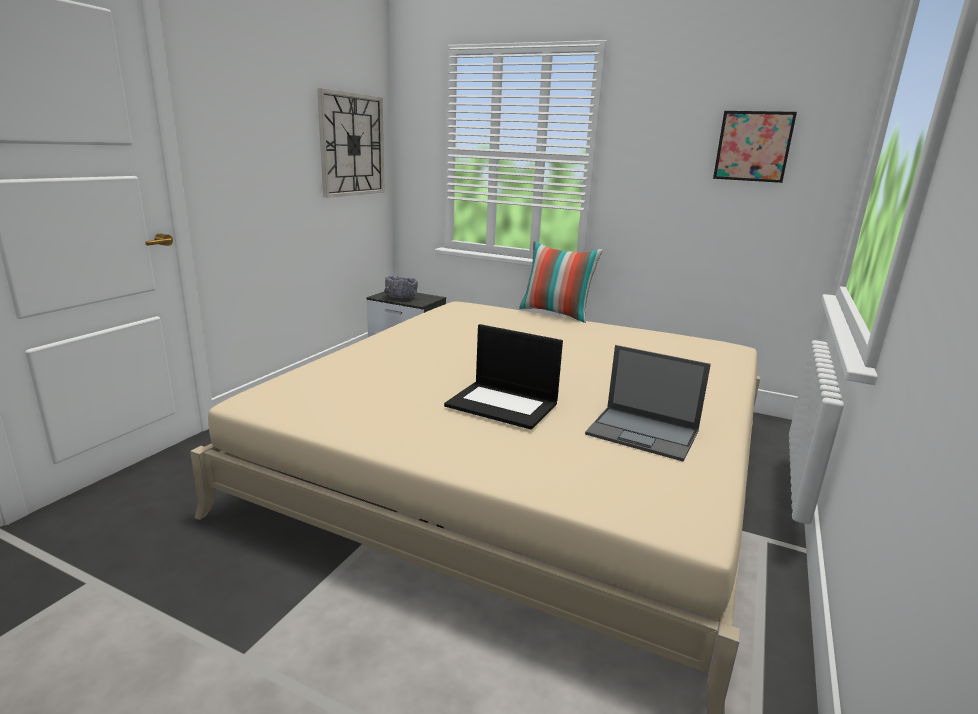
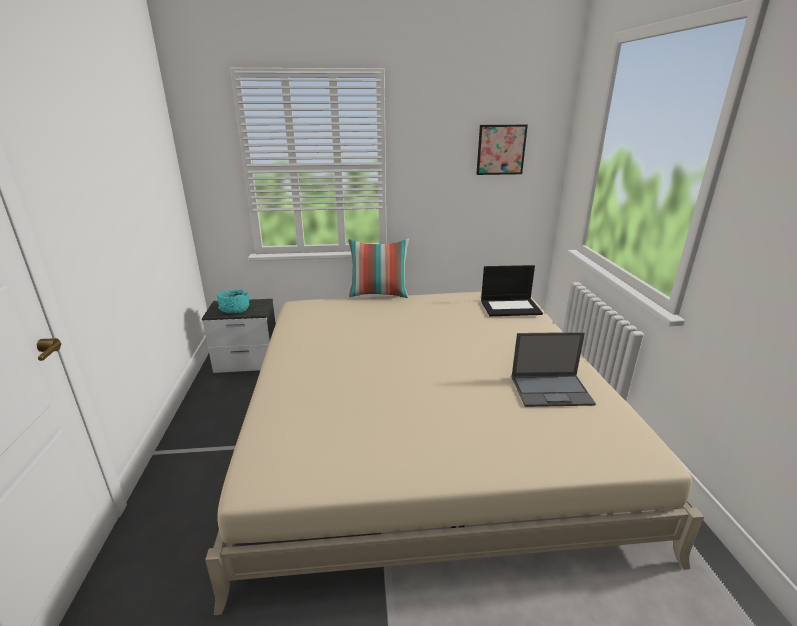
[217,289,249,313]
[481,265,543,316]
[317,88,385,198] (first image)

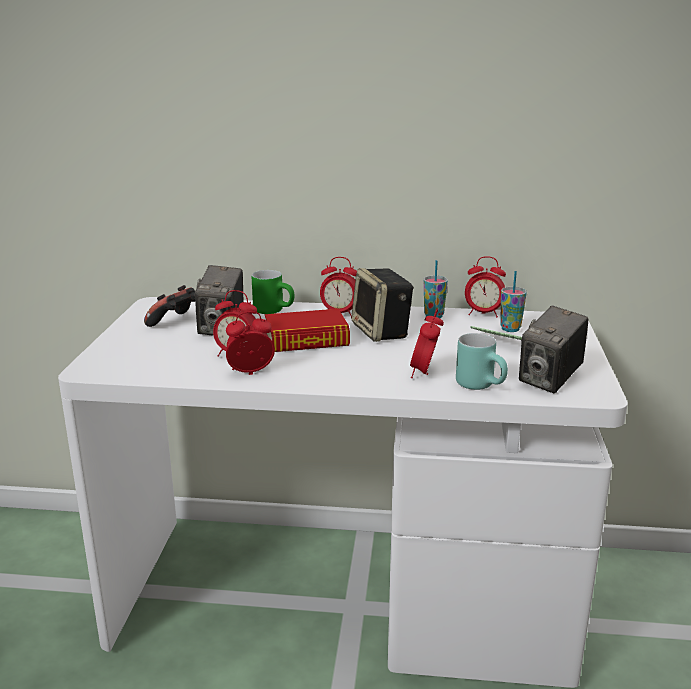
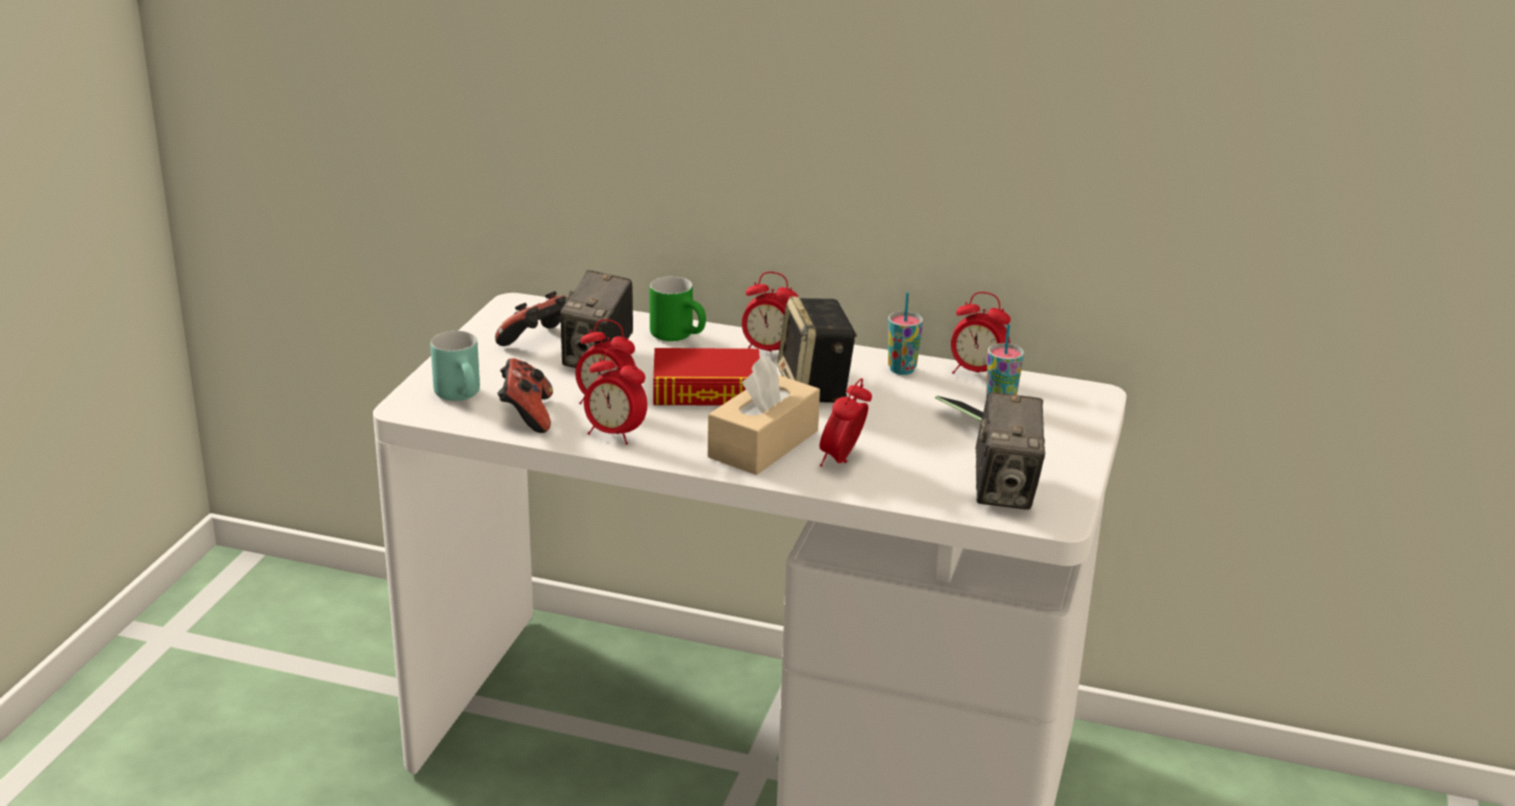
[430,331,480,401]
[497,358,553,433]
[584,348,647,445]
[707,355,820,475]
[976,392,1045,510]

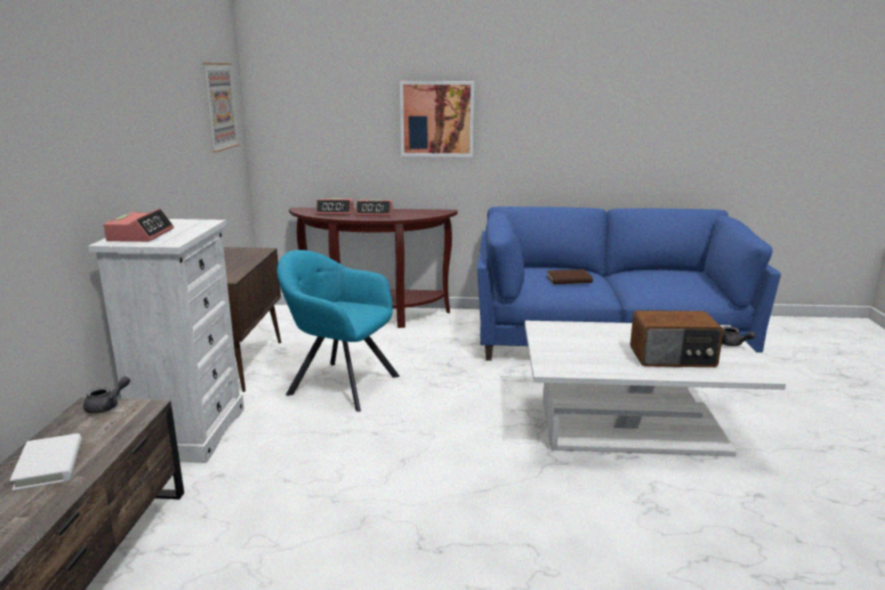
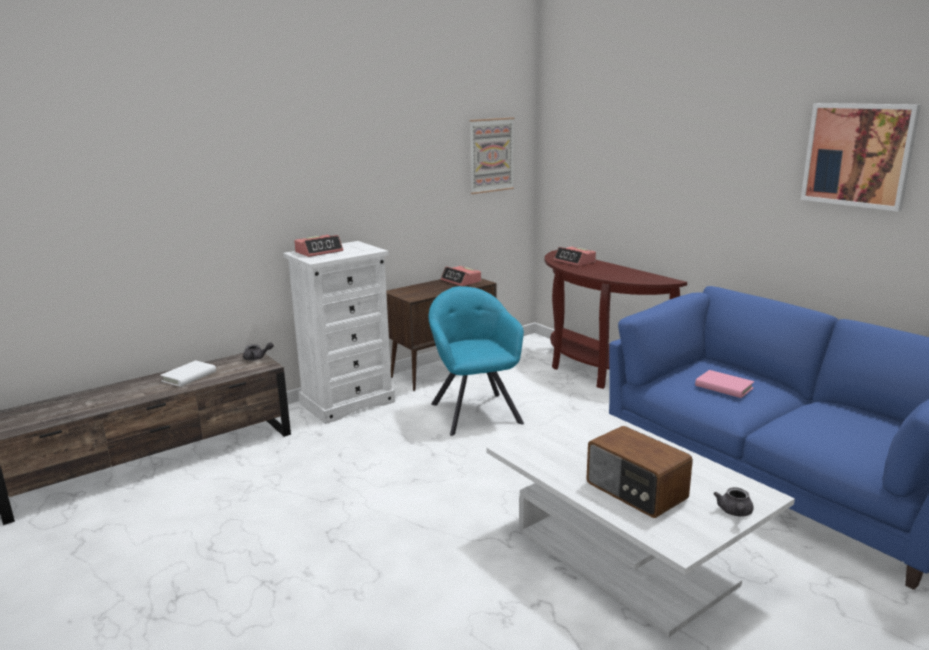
[441,266,481,286]
[695,370,754,398]
[801,103,921,212]

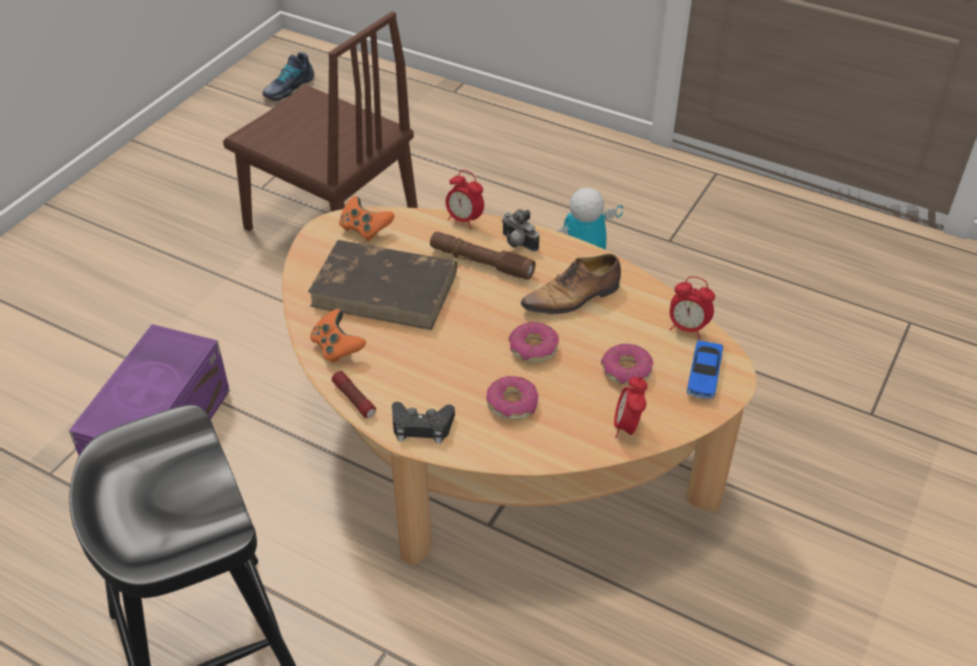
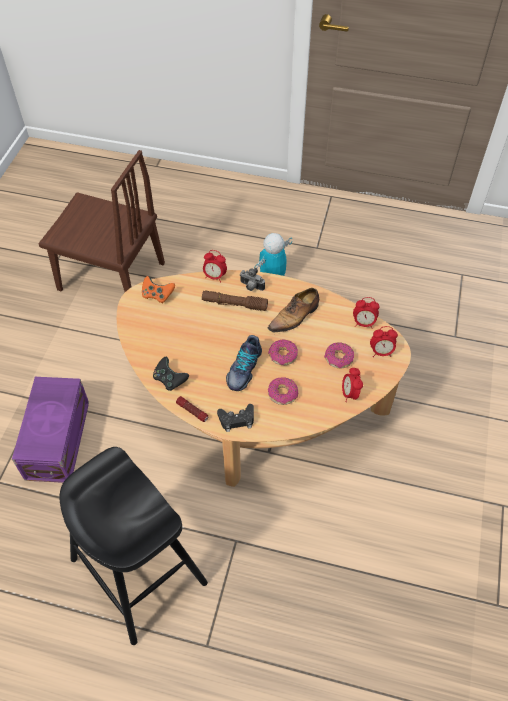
[153,357,189,391]
[226,335,262,391]
[370,326,398,357]
[308,240,457,330] (first image)

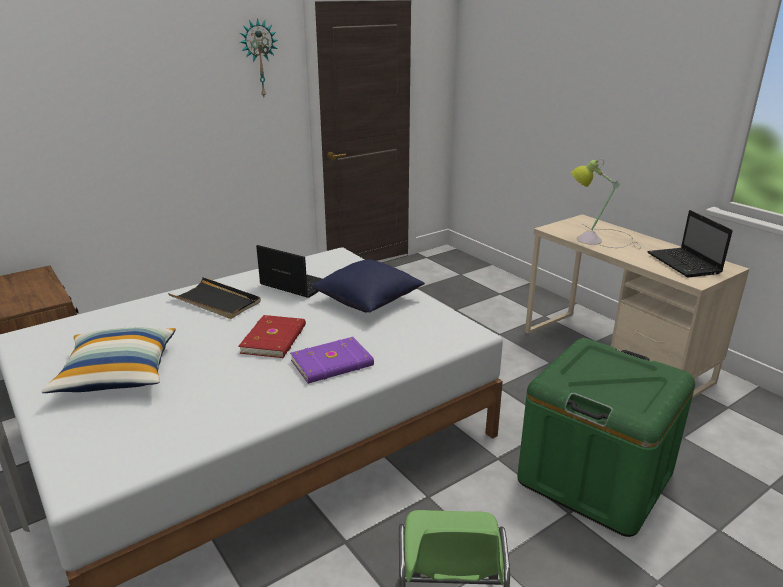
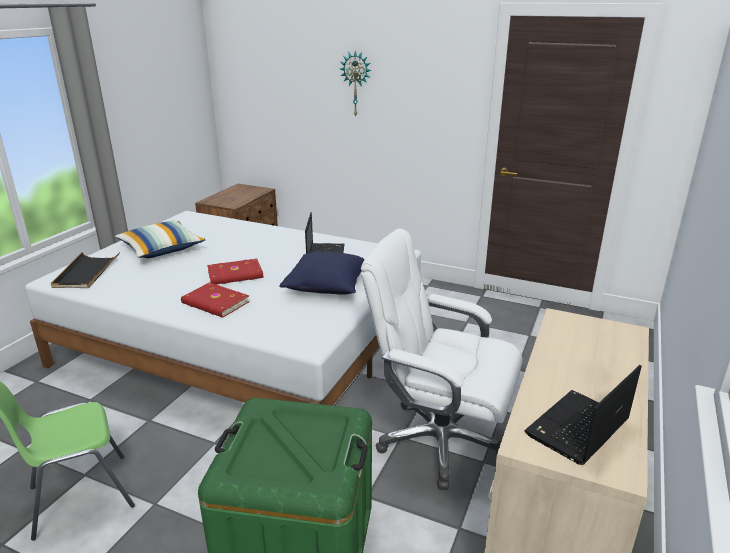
[51,252,120,288]
[181,282,250,318]
[340,50,372,118]
[361,229,523,490]
[571,159,641,249] (first image)

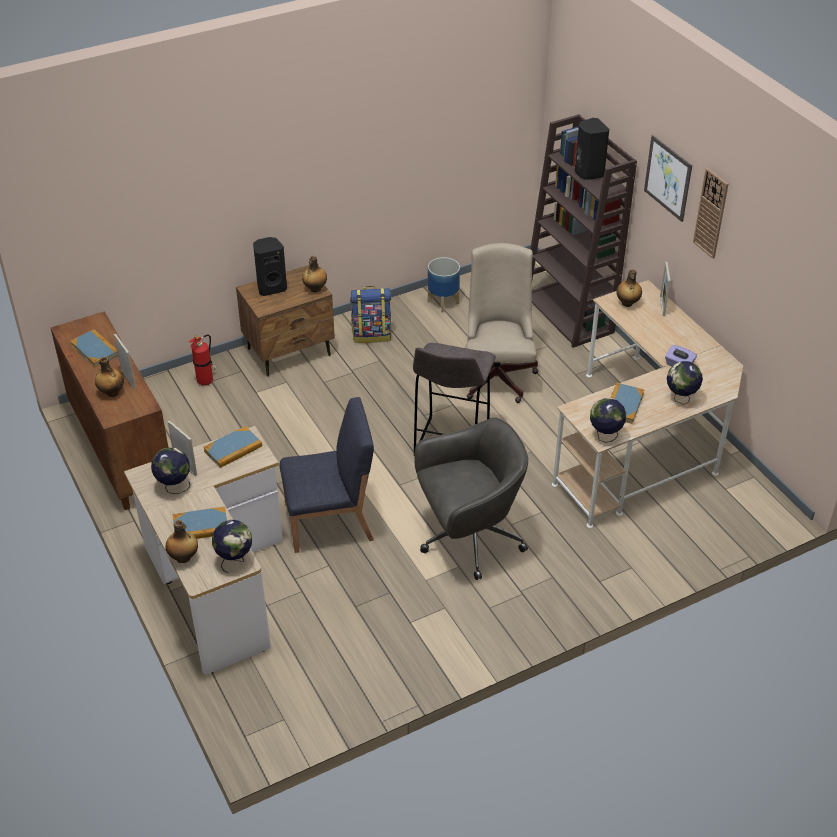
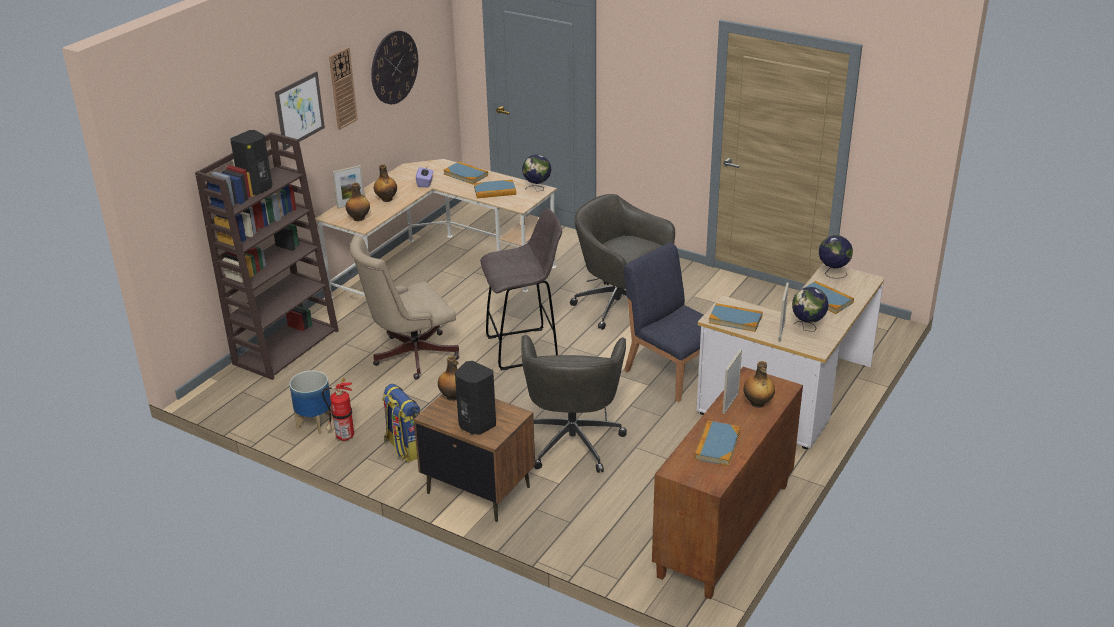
[322,378,354,441]
[371,31,418,104]
[374,164,397,202]
[443,162,488,184]
[521,335,627,473]

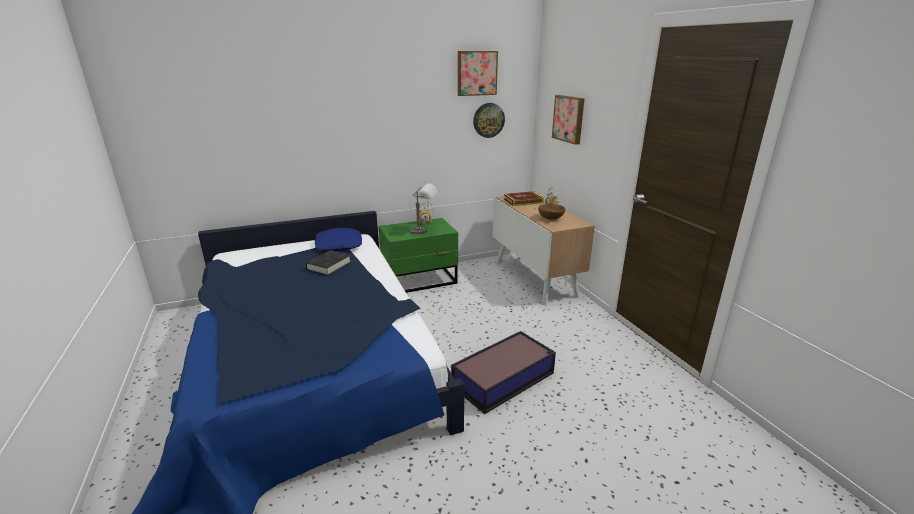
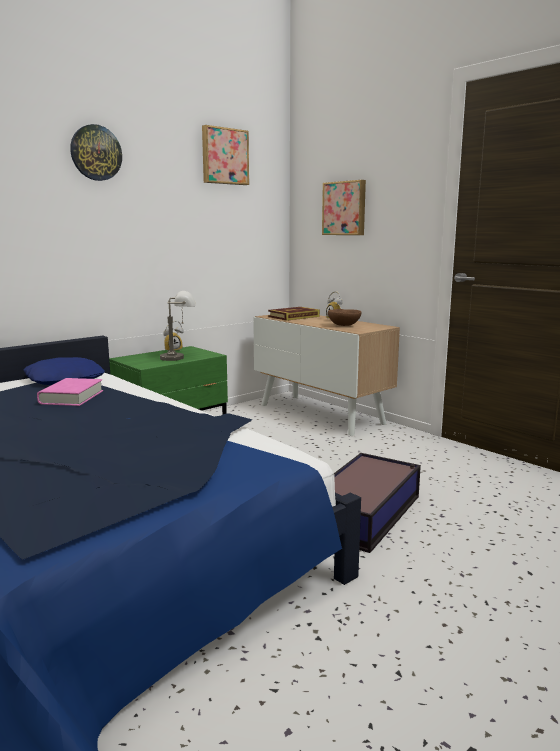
[37,378,103,406]
[70,124,122,181]

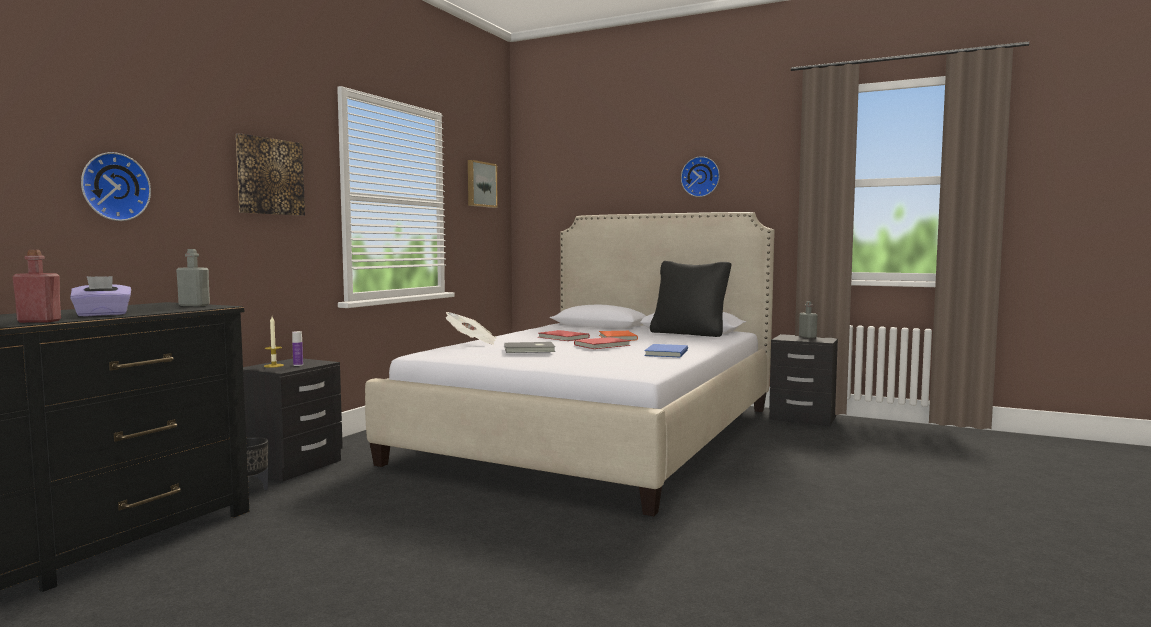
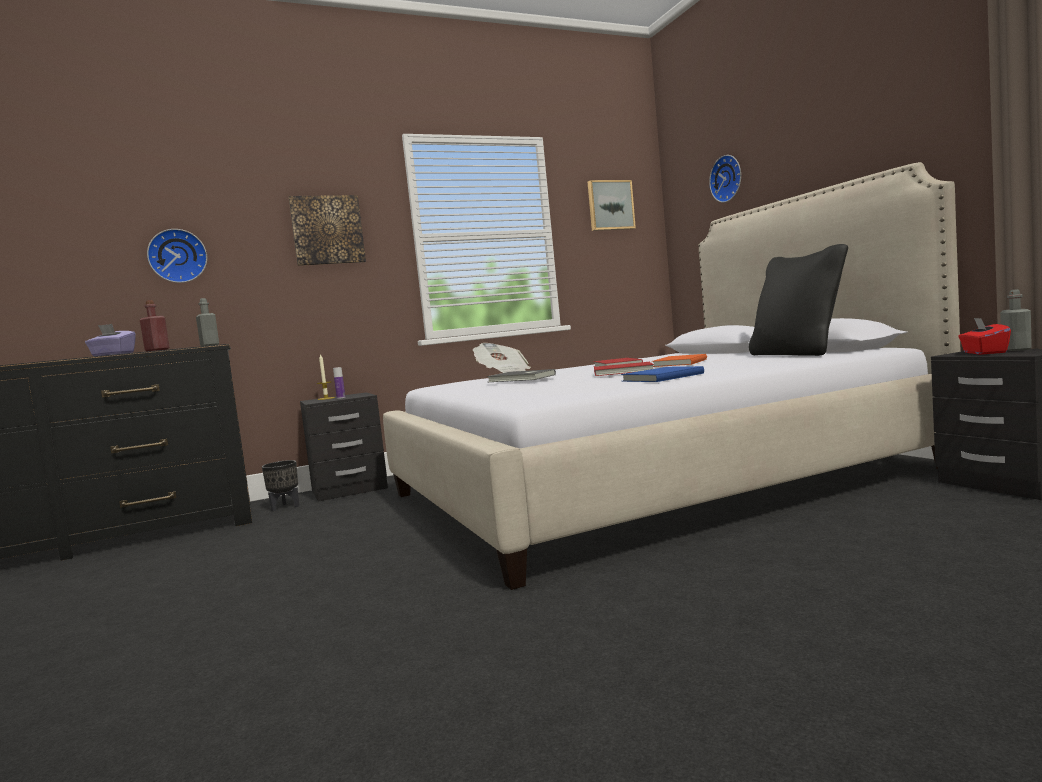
[140,300,170,351]
[709,155,741,203]
[958,318,1011,355]

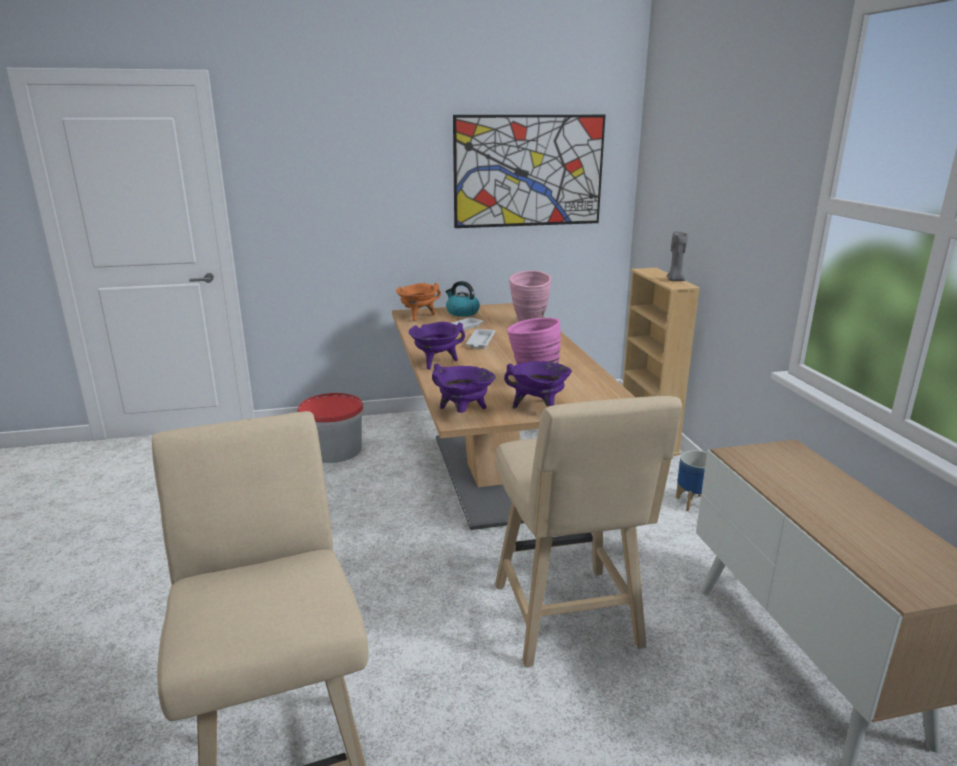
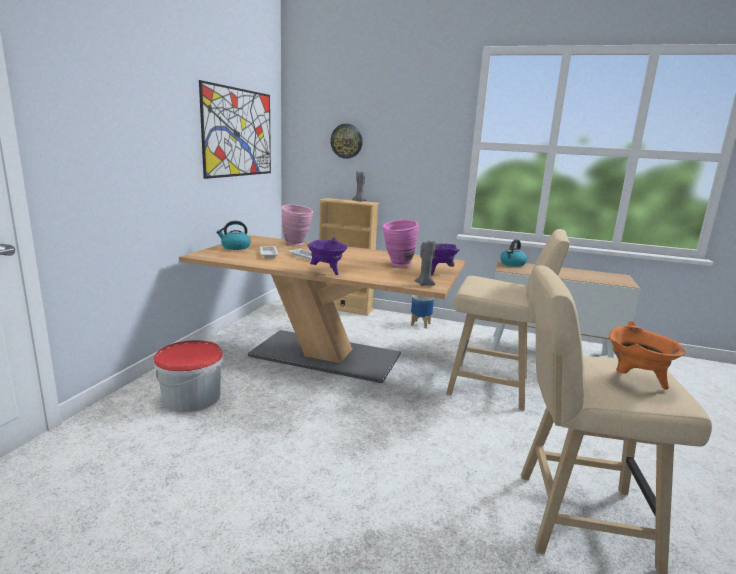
[330,124,363,159]
[415,240,435,286]
[500,240,527,267]
[609,321,686,389]

